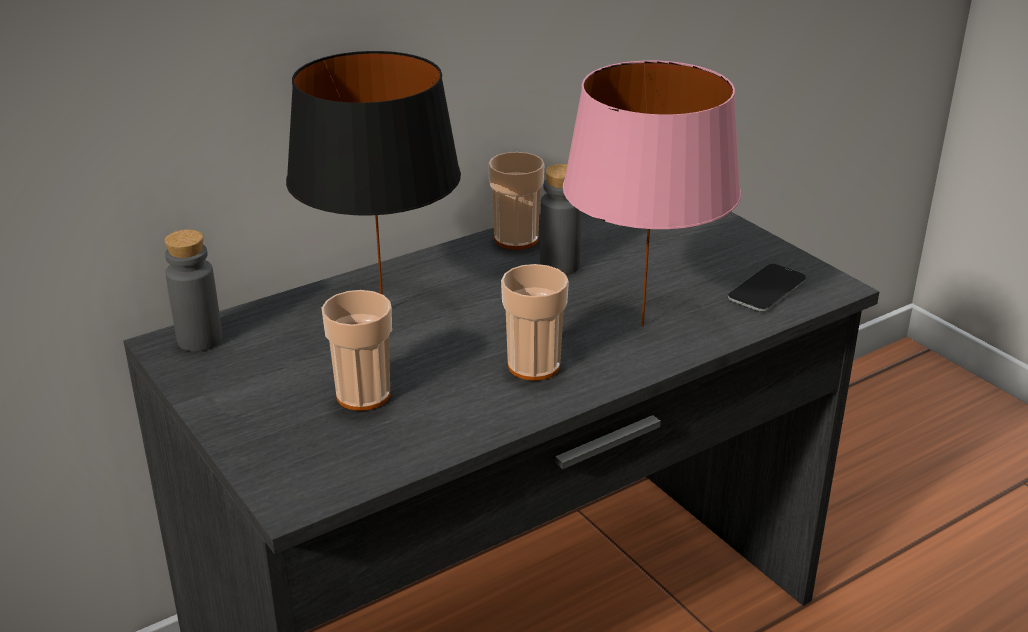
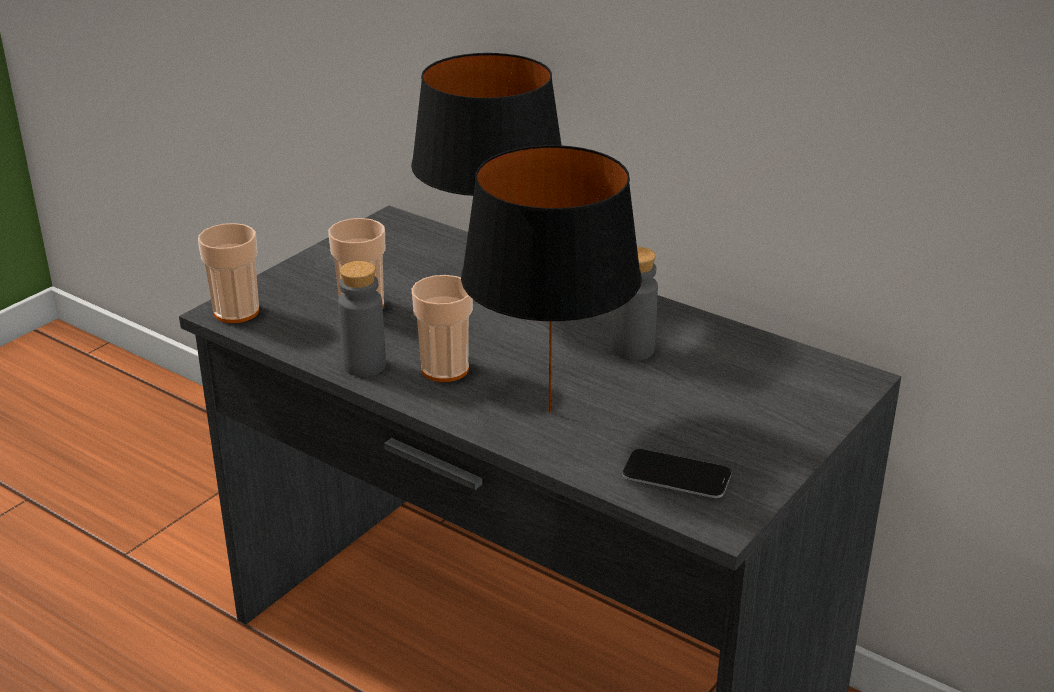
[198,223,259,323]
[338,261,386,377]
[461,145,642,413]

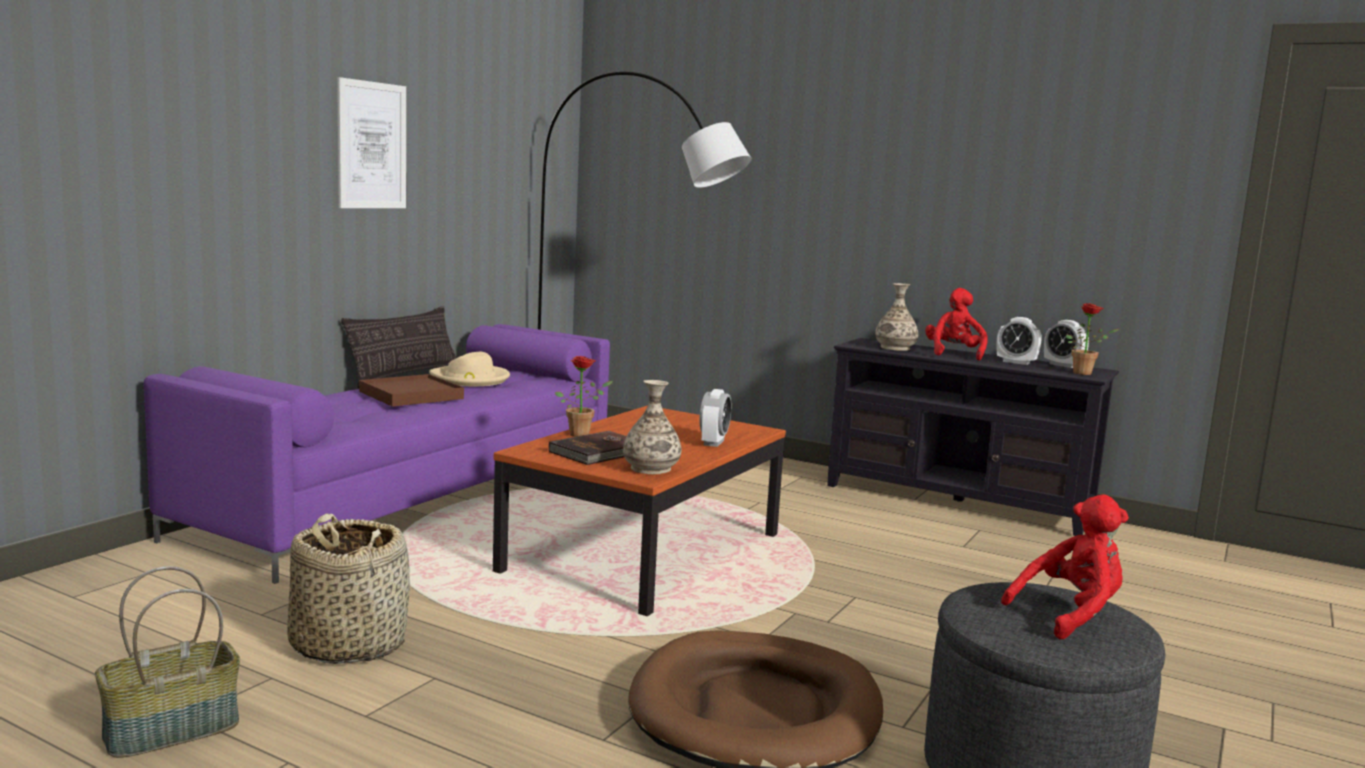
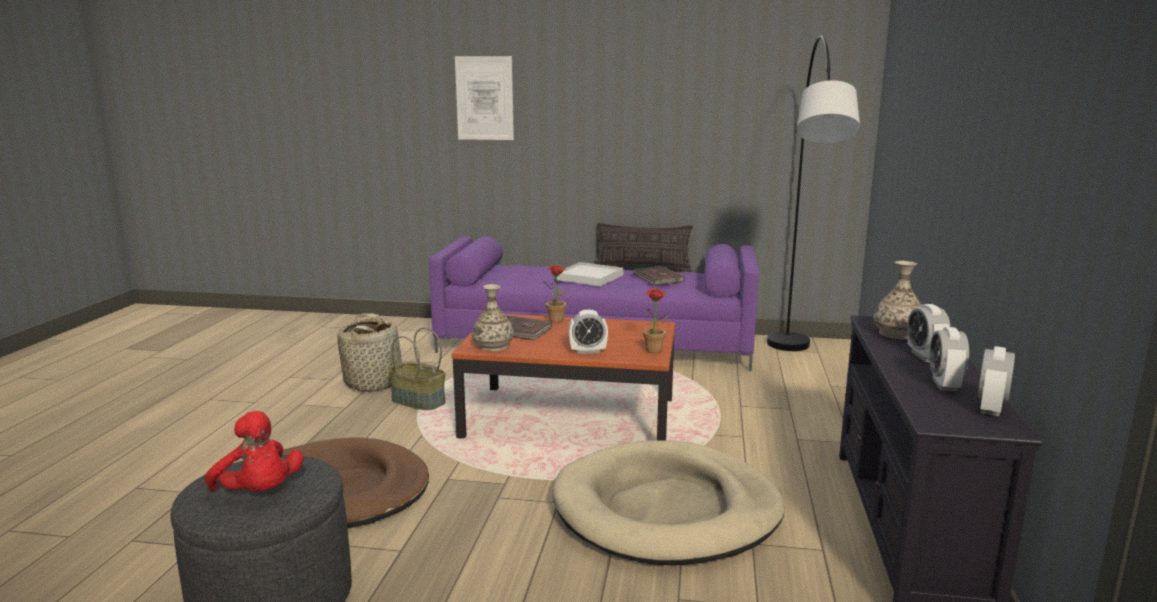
[388,327,446,410]
[455,56,514,140]
[552,440,785,566]
[557,262,624,286]
[633,266,684,285]
[642,288,669,353]
[907,304,951,362]

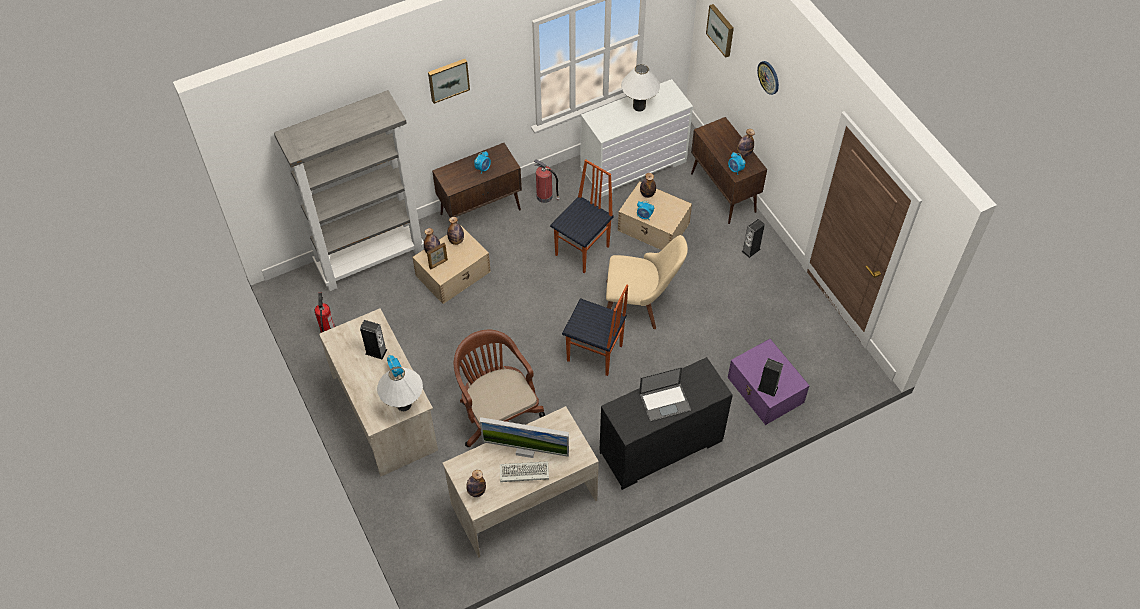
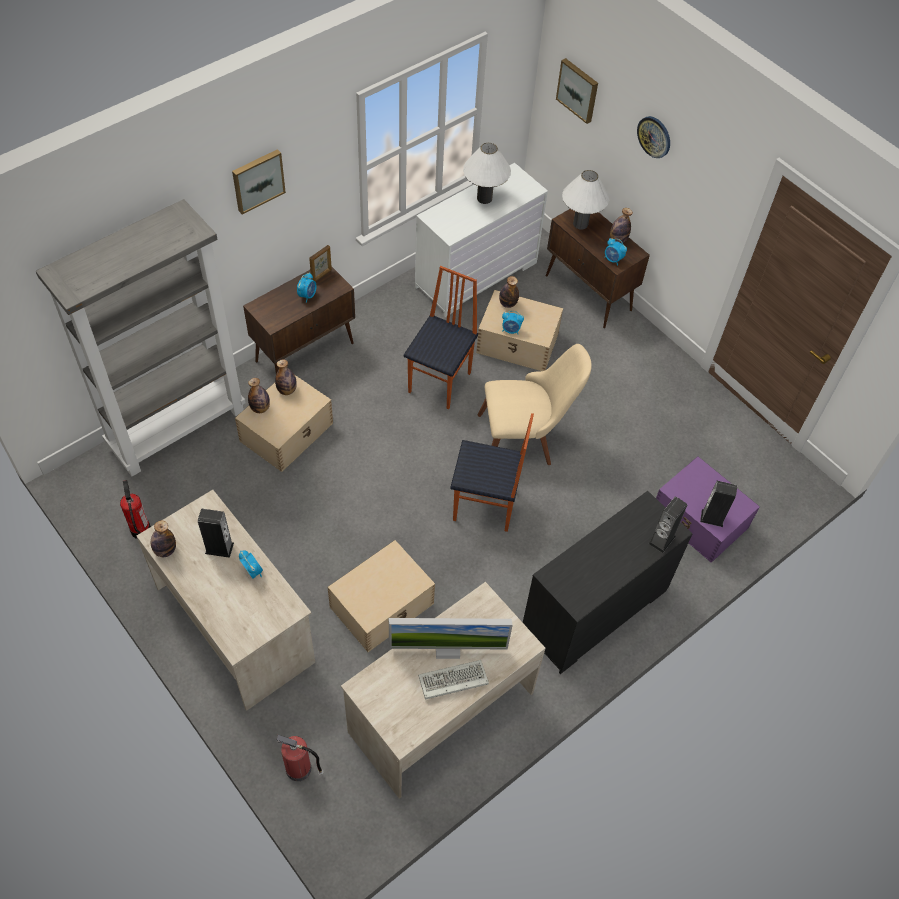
[151,521,176,557]
[276,735,323,781]
[309,245,332,281]
[327,540,435,652]
[562,170,609,230]
[649,497,687,553]
[639,367,691,422] (first image)

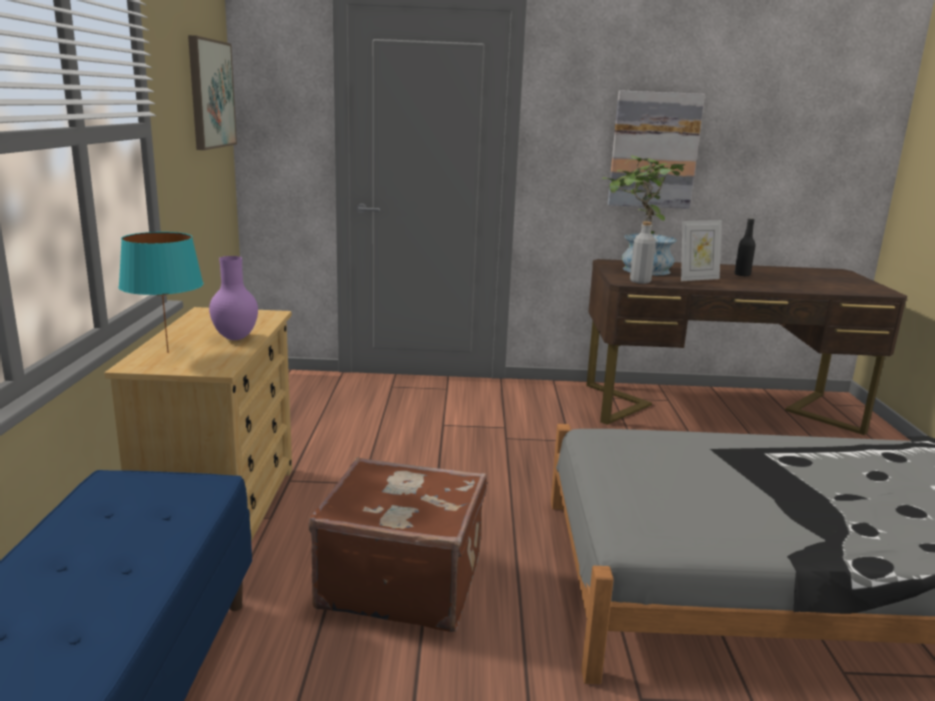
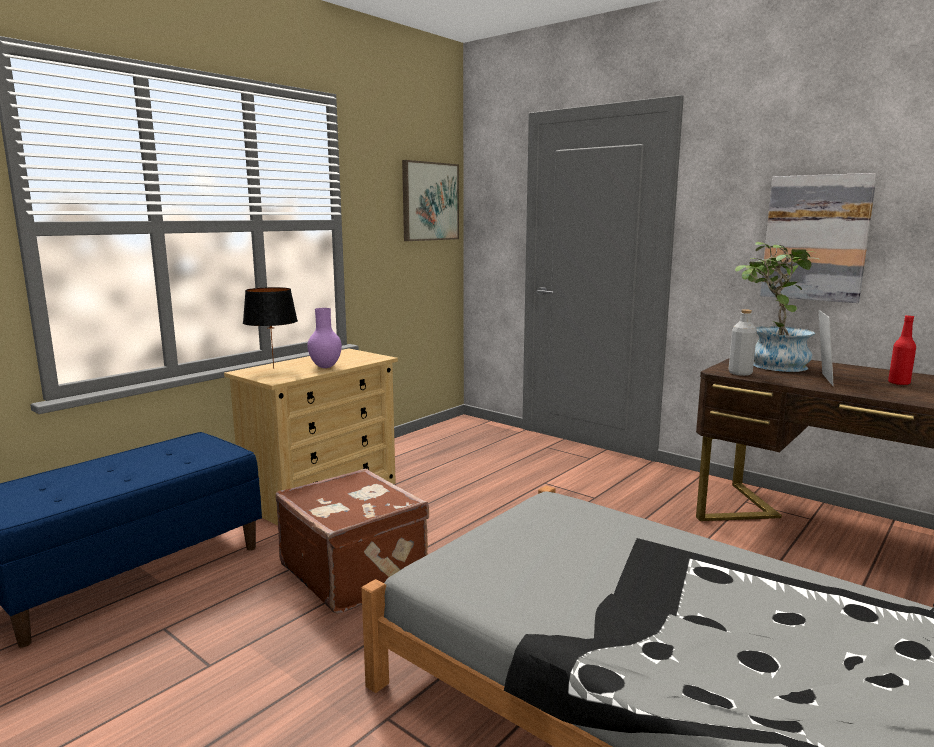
[243,287,298,369]
[819,310,834,386]
[888,315,916,385]

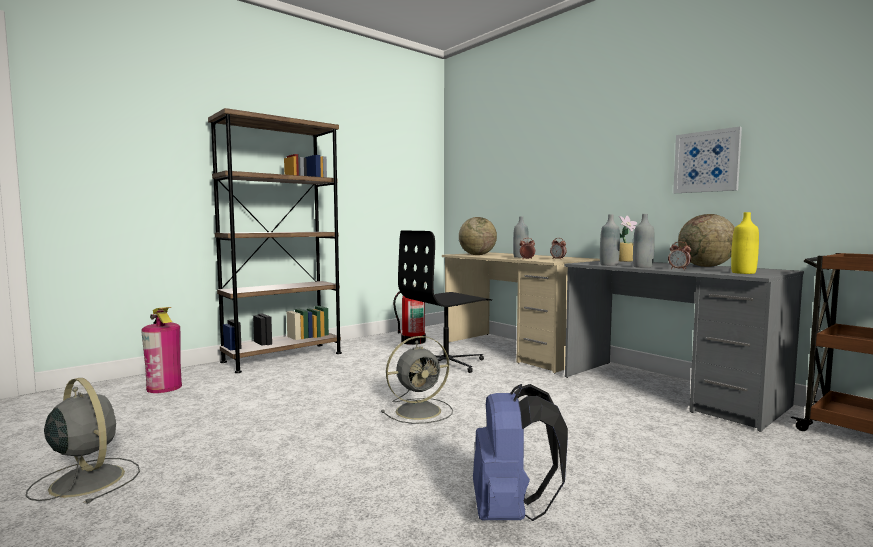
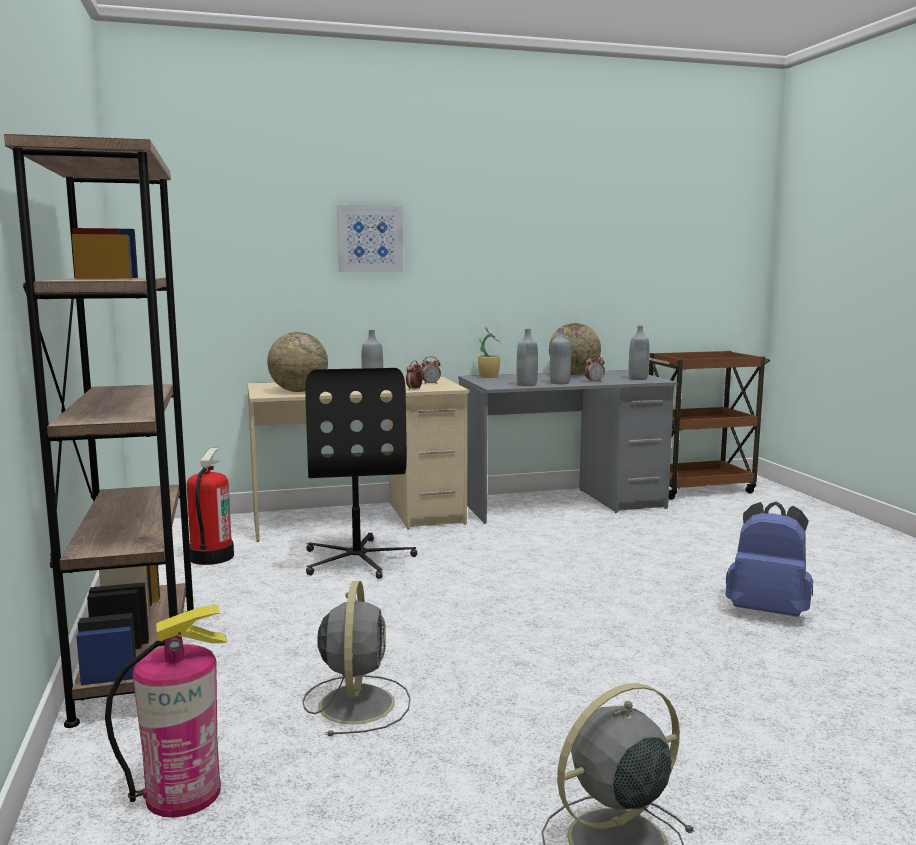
[303,581,411,736]
[337,205,403,272]
[629,325,649,380]

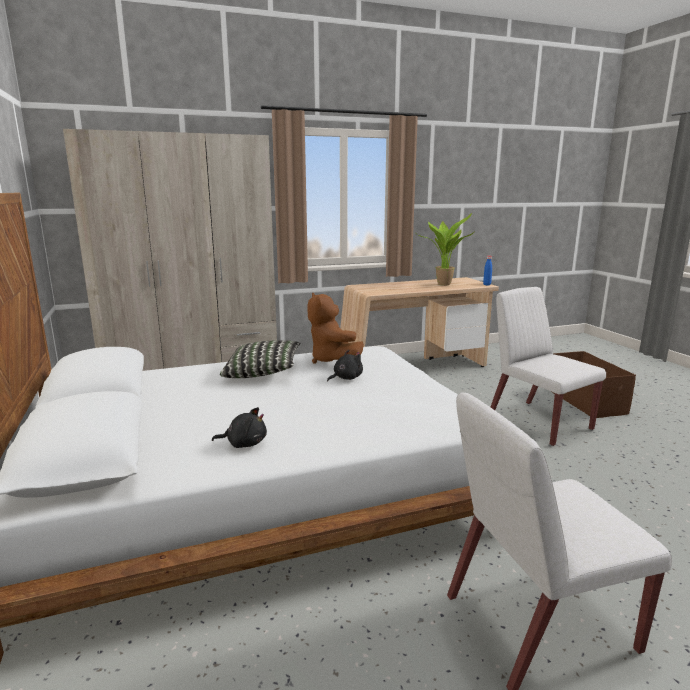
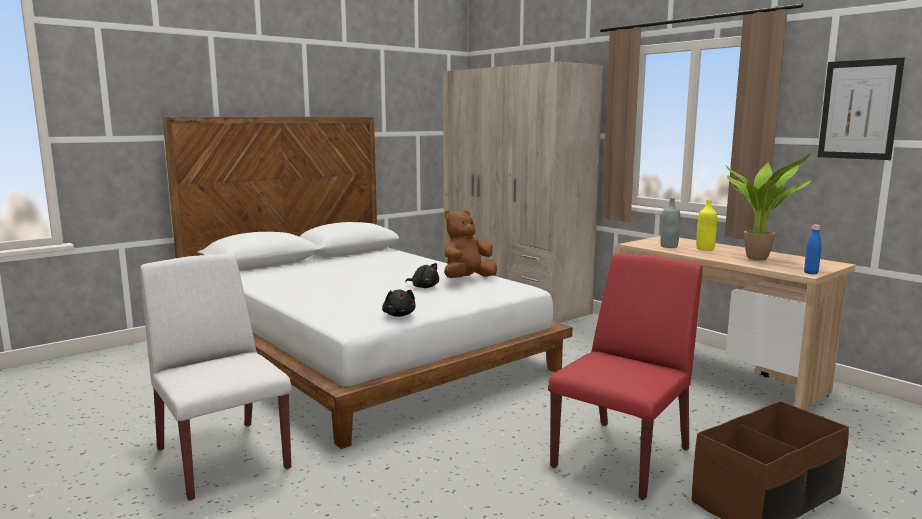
[382,289,416,317]
[548,253,703,500]
[660,198,680,248]
[696,200,717,251]
[818,57,905,160]
[220,340,301,378] (first image)

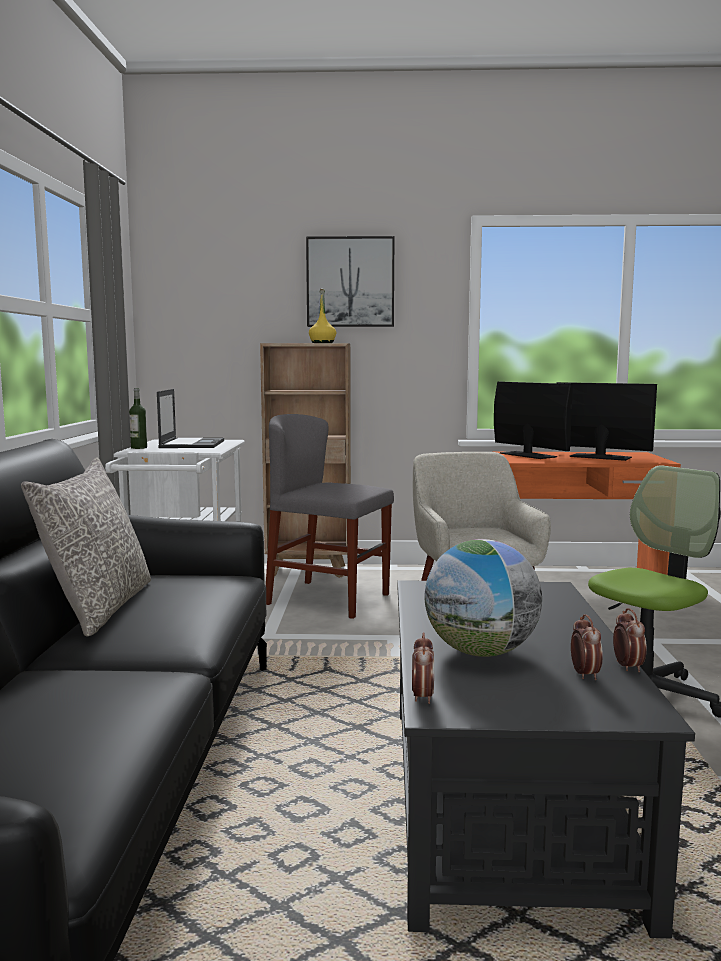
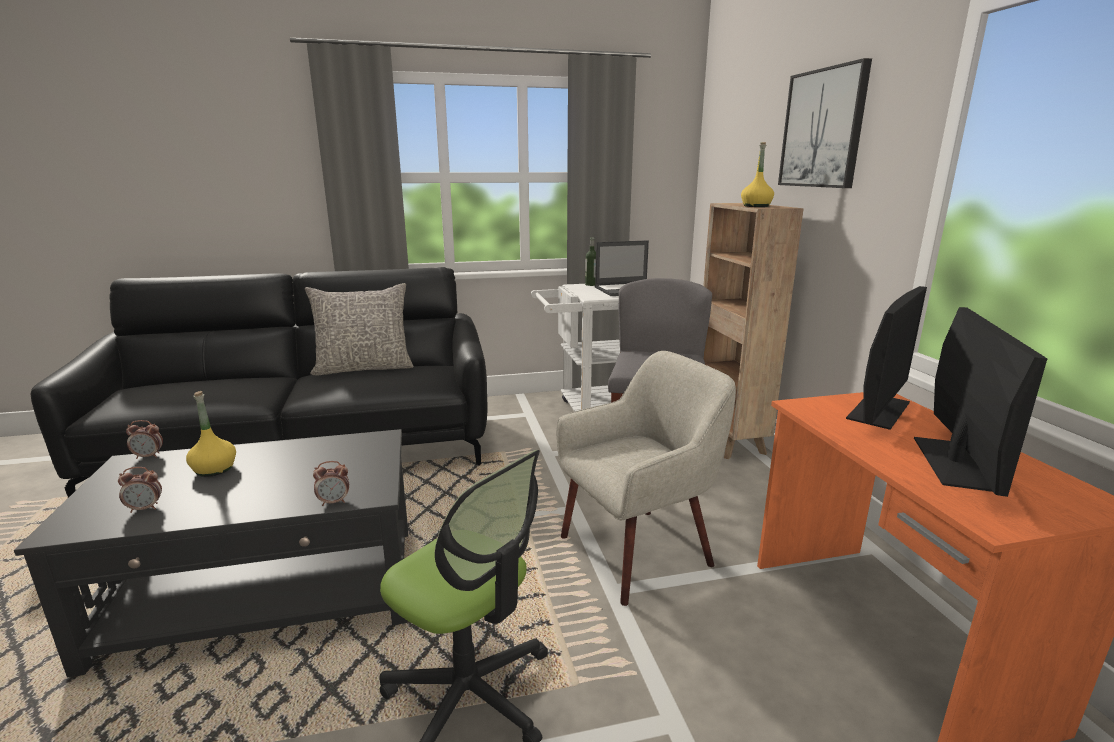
[186,391,236,477]
[313,461,349,506]

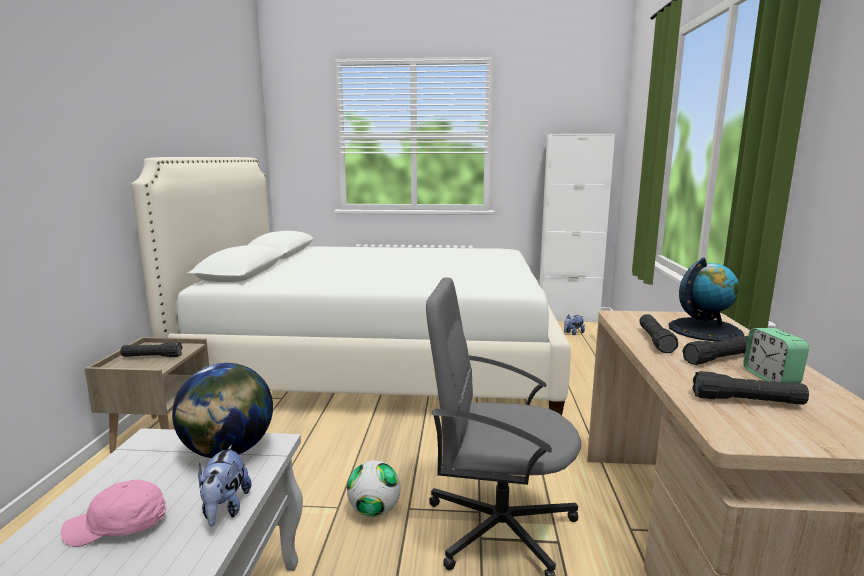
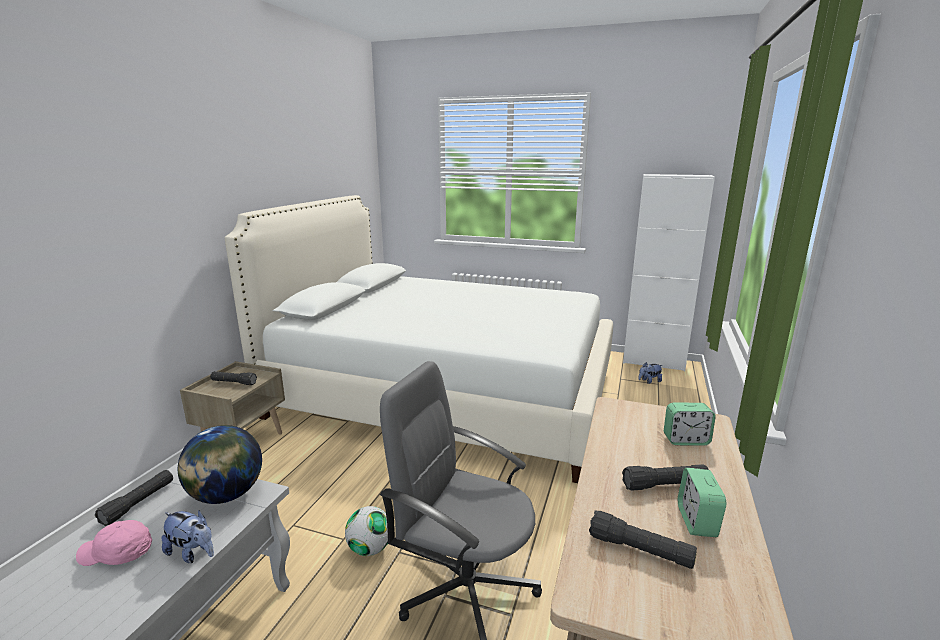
[95,470,173,526]
[161,510,214,563]
[664,403,716,446]

